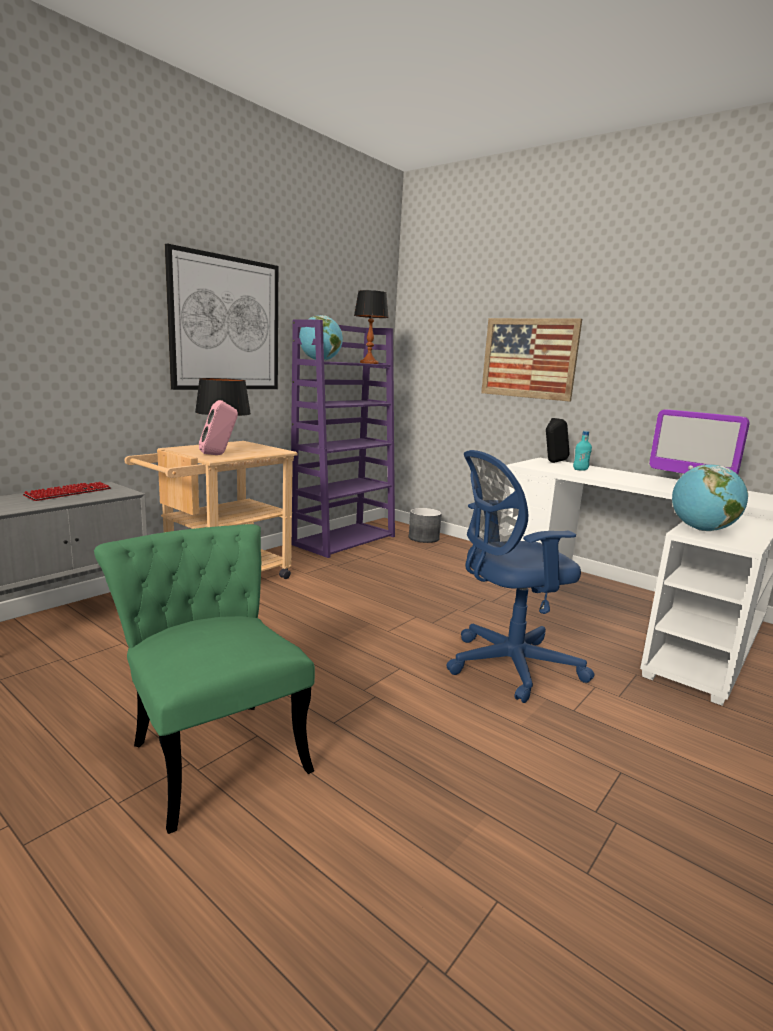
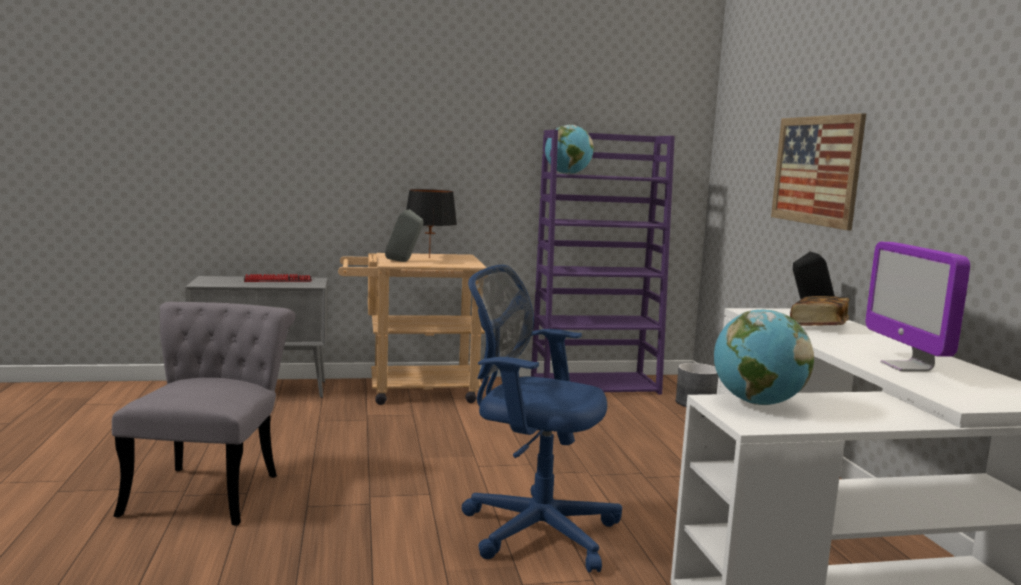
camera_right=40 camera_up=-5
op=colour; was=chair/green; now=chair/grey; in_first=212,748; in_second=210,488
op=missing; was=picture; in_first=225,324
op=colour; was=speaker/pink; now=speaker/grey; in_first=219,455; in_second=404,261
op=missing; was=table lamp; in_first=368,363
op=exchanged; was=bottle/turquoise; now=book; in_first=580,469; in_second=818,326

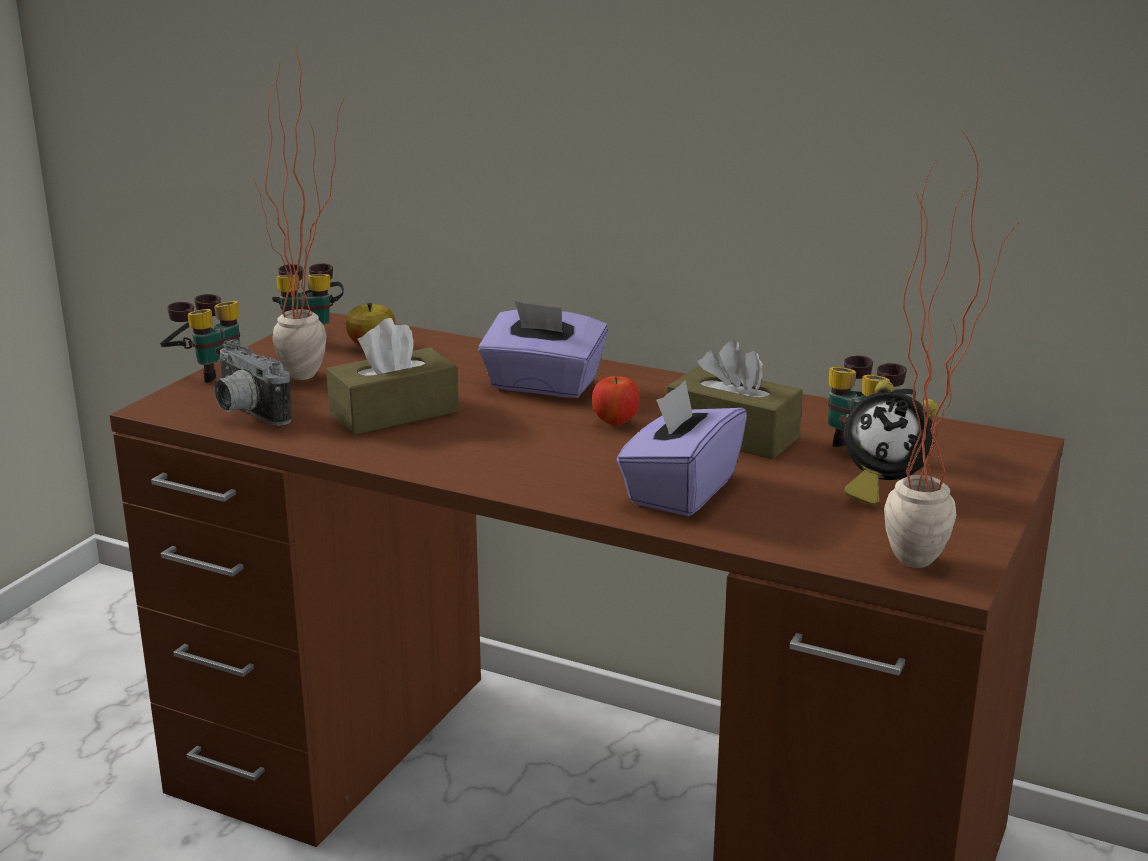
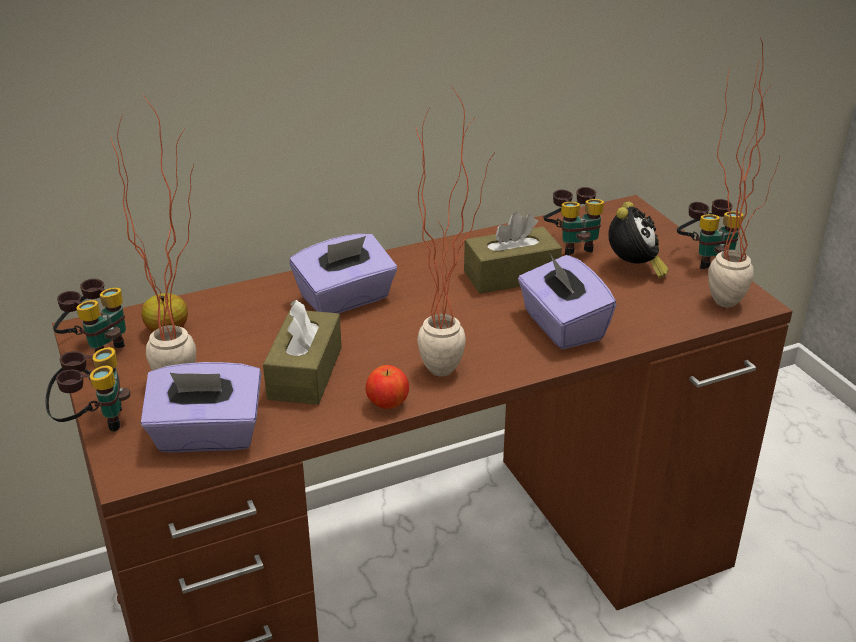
camera_right=-50 camera_up=10
op=exchanged; was=photo camera; now=tissue box/purple; in_first=245,413; in_second=207,436
op=relocated; was=apple; in_first=615,422; in_second=387,404
op=spun; was=alarm clock; in_first=880,488; in_second=633,269; clockwise=-45
op=appeared; now=potted plant; in_second=453,366
op=appeared; now=binoculars; in_second=706,258

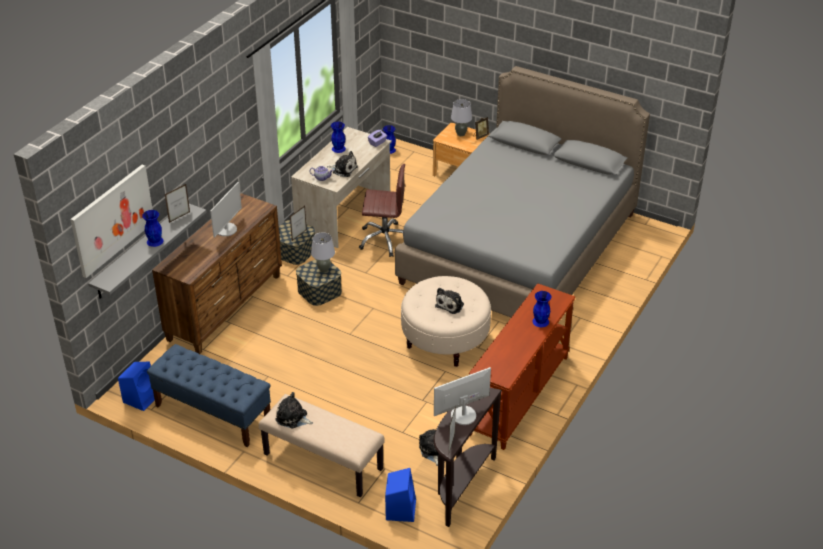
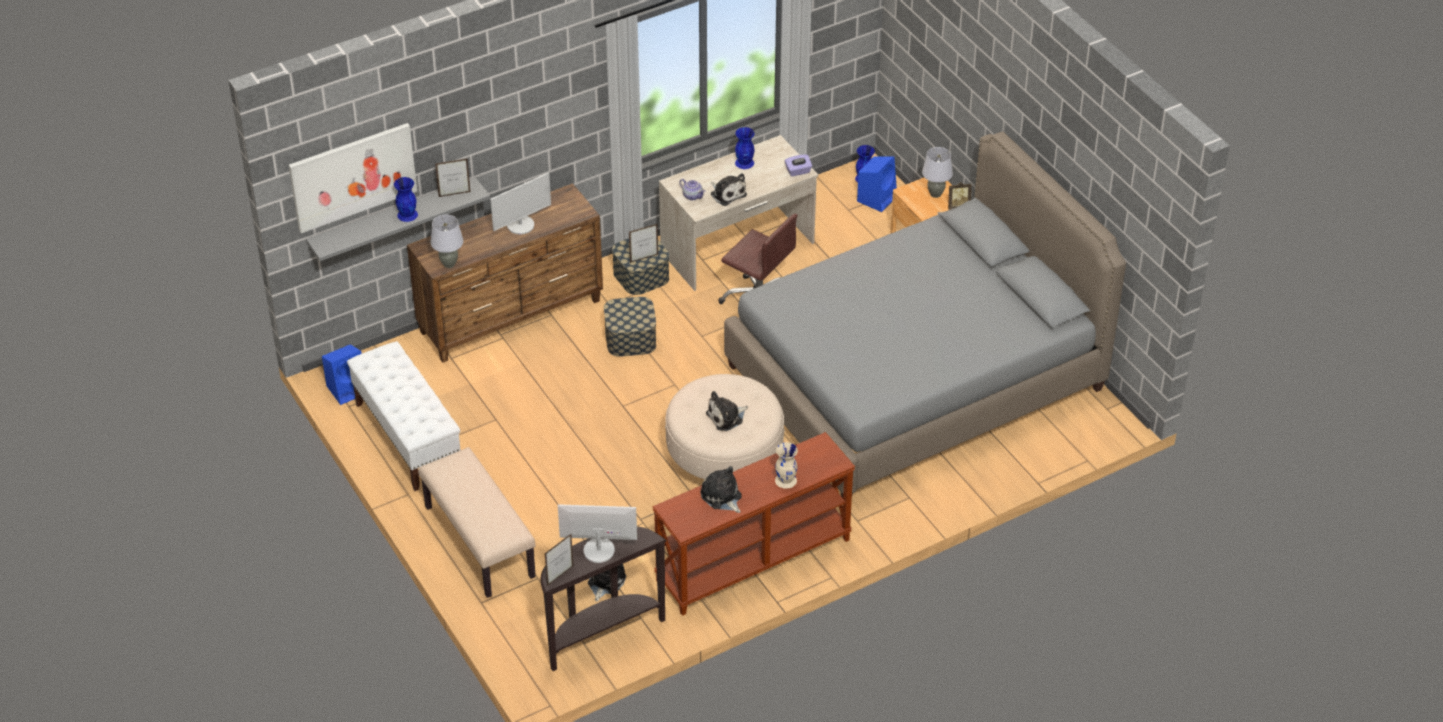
camera_right=30 camera_up=5
op=colour; was=bench/blue; now=bench/white; in_first=212,413; in_second=407,437
op=relocated; was=plush toy; in_first=293,418; in_second=722,497
op=relocated; was=table lamp/grey; in_first=323,270; in_second=449,264
op=relocated; was=speaker/blue; in_first=400,509; in_second=877,198
op=colour; was=vase/blue; now=vase/beige; in_first=541,321; in_second=786,480

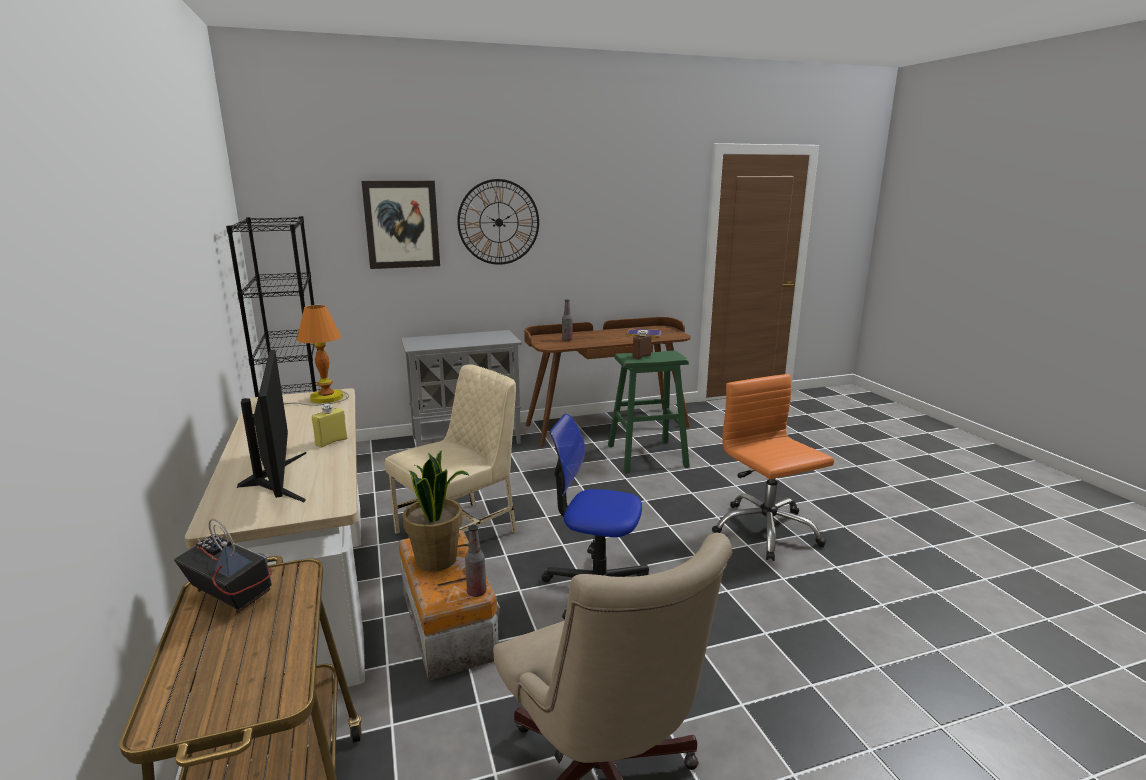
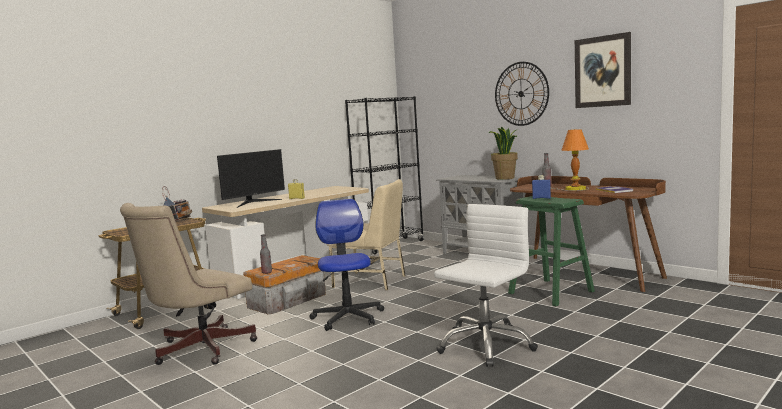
camera_right=65 camera_up=-10
op=relocated; was=table lamp; in_first=323,399; in_second=572,189
op=relocated; was=picture; in_first=402,224; in_second=602,71
op=relocated; was=potted plant; in_first=437,560; in_second=505,178
op=colour; was=bottle/brown; now=bottle/blue; in_first=641,356; in_second=541,198
op=colour; was=office chair/orange; now=office chair/white; in_first=765,530; in_second=485,345

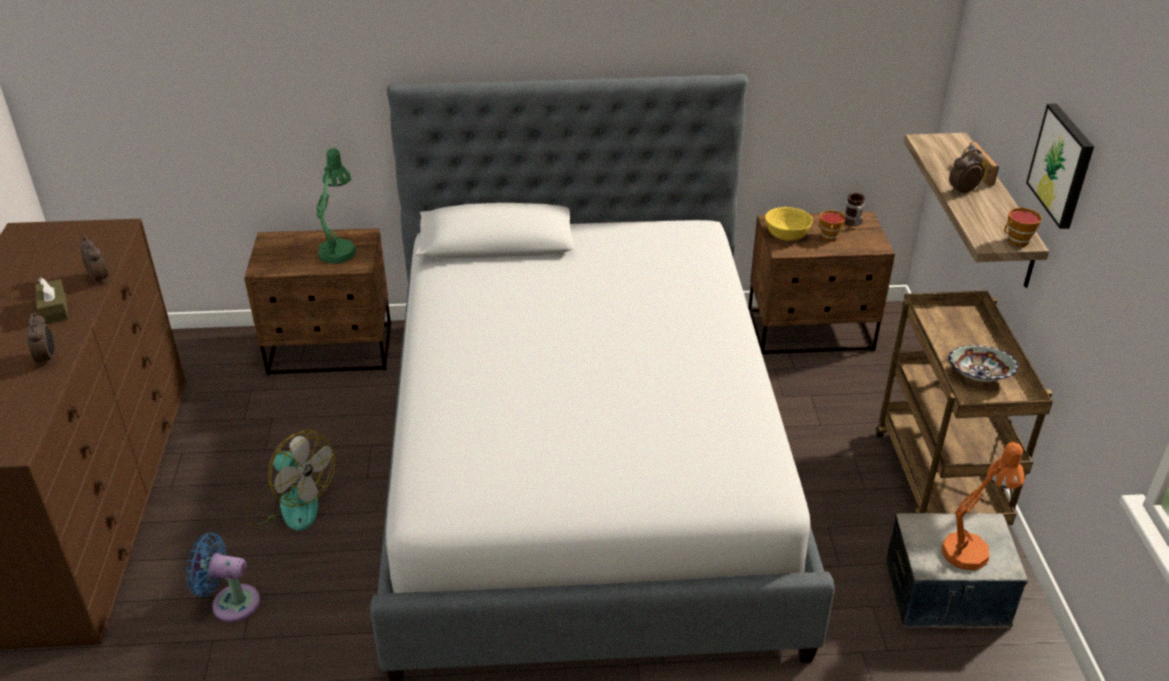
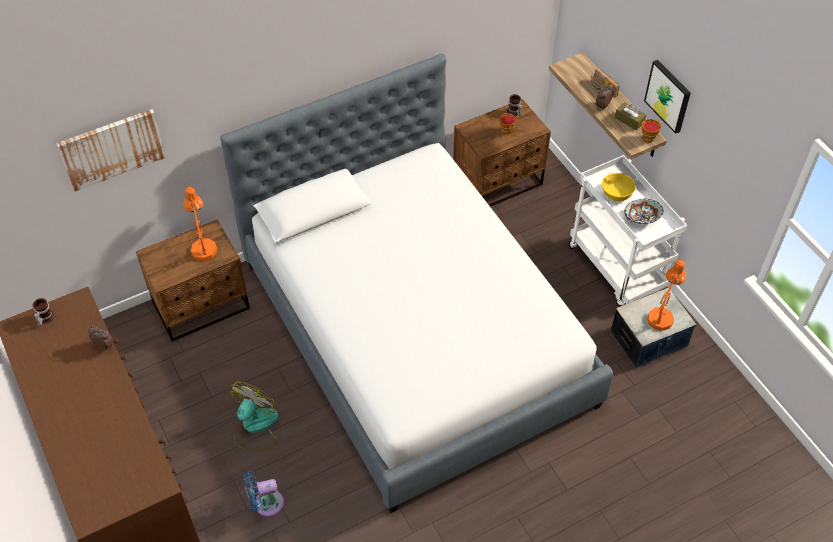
camera_right=-25 camera_up=15
op=missing; was=alarm clock; in_first=47,358
op=relocated; was=tissue box/brown; in_first=54,309; in_second=629,120
op=spun; was=fan; in_first=290,503; in_second=255,427; clockwise=-75
op=colour; was=table lamp/green; now=table lamp/orange; in_first=339,248; in_second=203,246
op=relocated; was=bowl/yellow; in_first=786,234; in_second=616,193
op=colour; was=cart/brown; now=cart/white; in_first=940,483; in_second=617,268
op=appeared; now=mug; in_second=44,318
op=appeared; now=picture; in_second=112,148

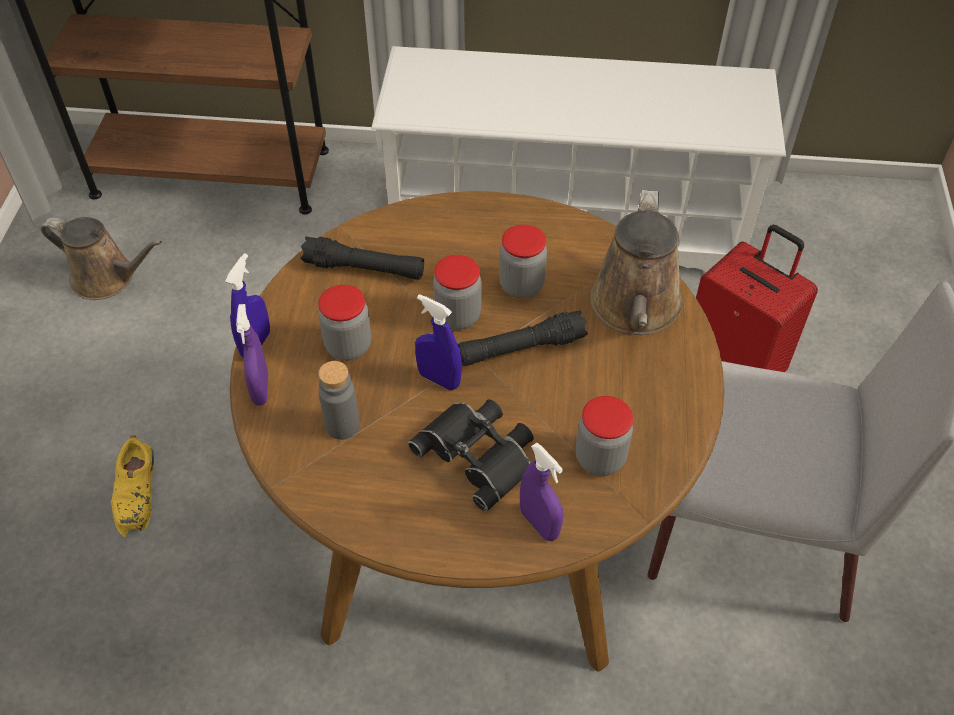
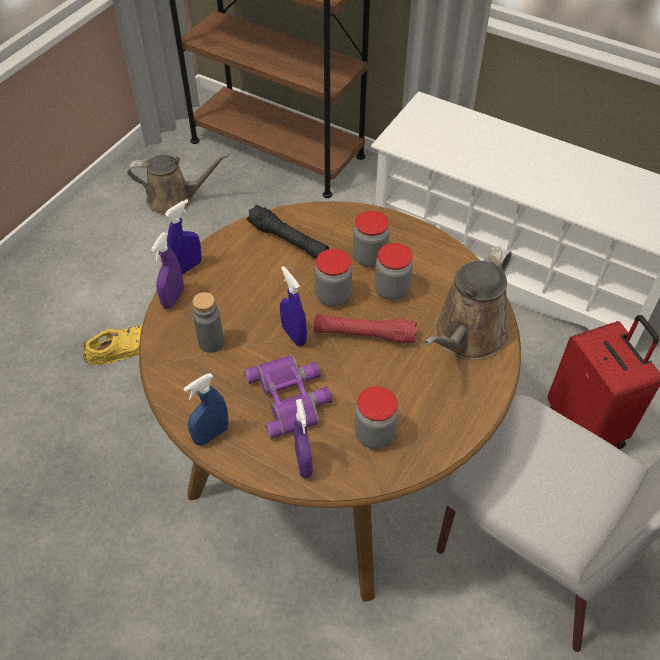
camera_right=25 camera_up=0
op=spun; was=watering can/brown; in_first=108,278; in_second=175,199; clockwise=-45
op=spun; was=shoe/yellow; in_first=136,492; in_second=121,348; clockwise=-135
op=relocated; was=jar; in_first=348,346; in_second=370,257
op=colour; was=binoculars/black; now=binoculars/purple; in_first=479,453; in_second=291,397
op=colour; was=flashlight/black; now=flashlight/red; in_first=521,348; in_second=364,335
op=appeared; now=spray bottle/blue; in_second=211,435

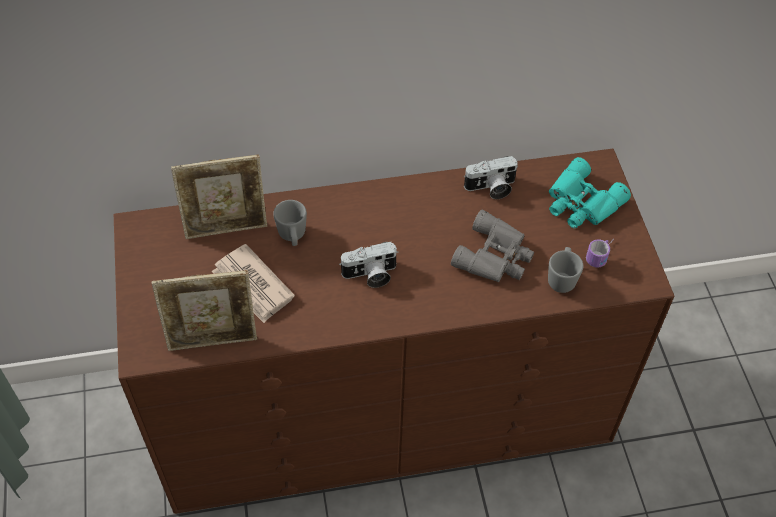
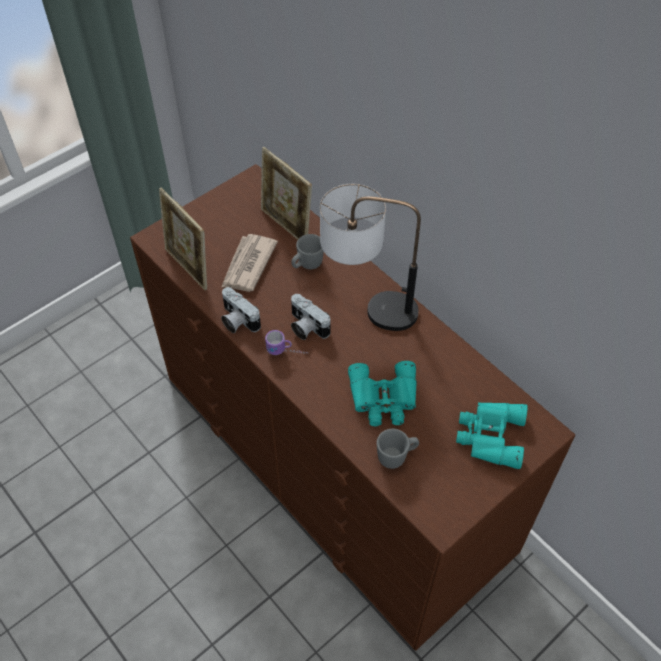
camera_right=60 camera_up=0
op=colour; was=binoculars/grey; now=binoculars/turquoise; in_first=495,256; in_second=384,399
op=relocated; was=photo camera; in_first=491,188; in_second=237,320
op=relocated; was=mug; in_first=601,255; in_second=287,352
op=appeared; now=table lamp; in_second=367,308

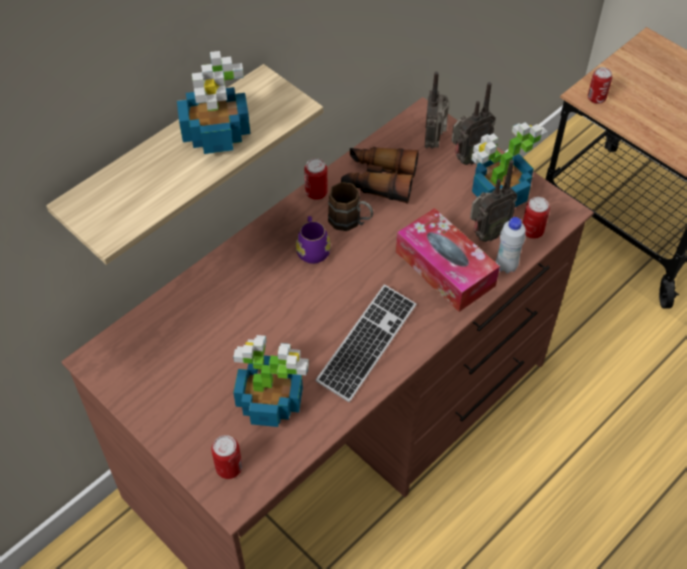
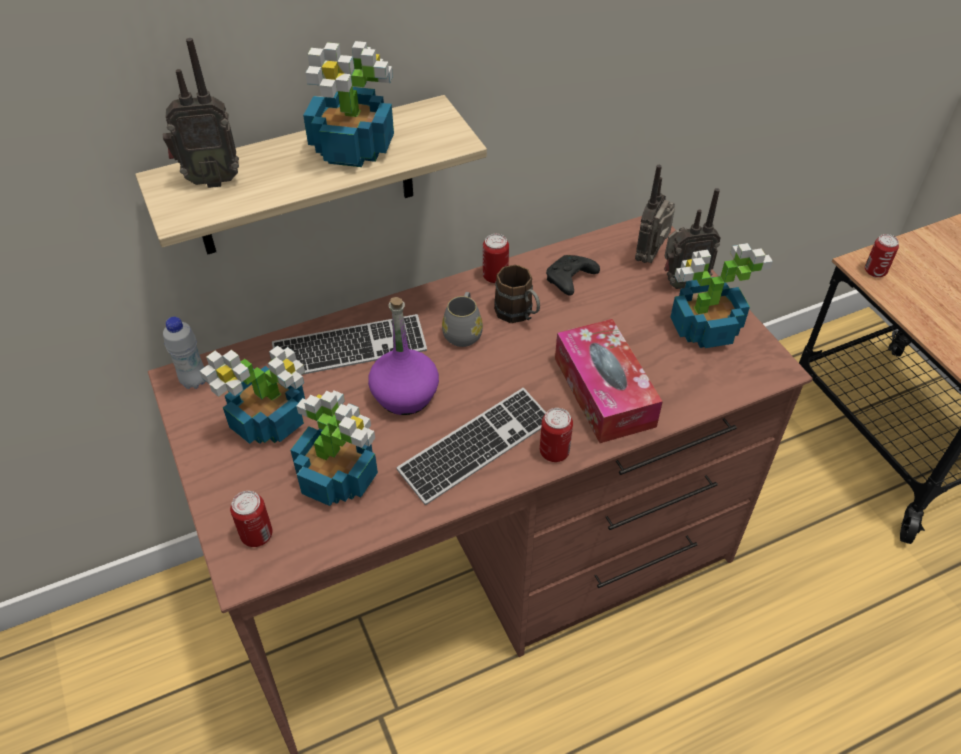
camera_right=20 camera_up=-5
op=colour; was=mug/purple; now=mug/grey; in_first=312,249; in_second=463,332
op=exchanged; was=binoculars; now=game controller/black; in_first=378,180; in_second=569,281
op=relocated; was=radio; in_first=486,234; in_second=211,179
op=relocated; was=bottle/white; in_first=506,266; in_second=194,381
op=relocated; was=can; in_first=532,231; in_second=554,452
op=appeared; now=potted plant; in_second=271,420
op=appeared; now=keyboard; in_second=350,349
op=appeared; now=bottle/purple; in_second=405,395

